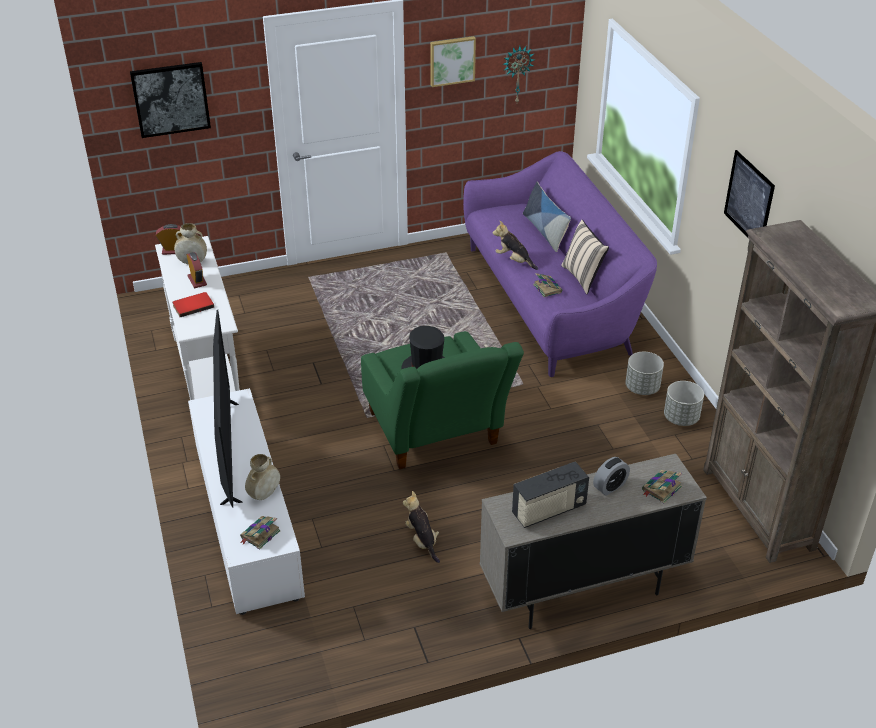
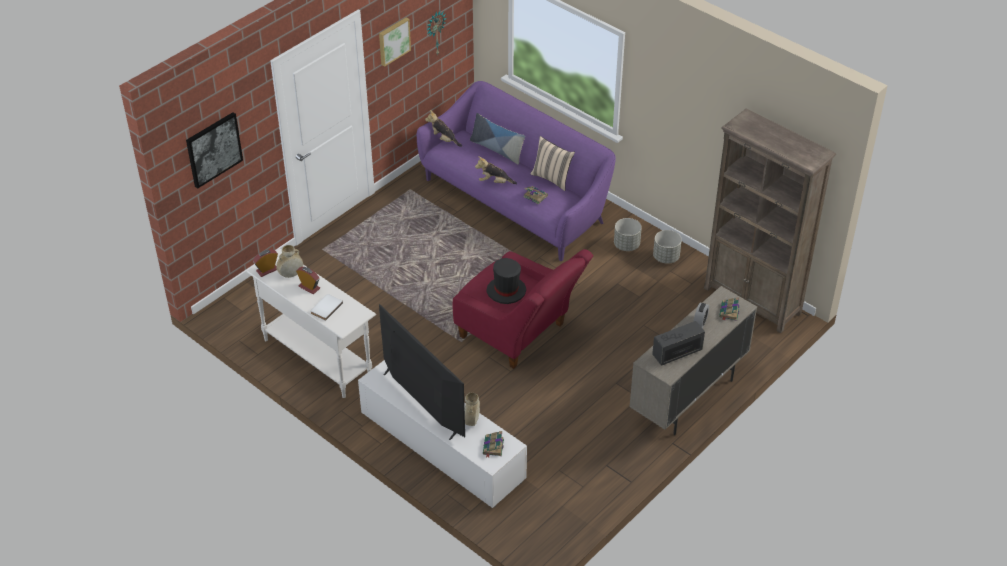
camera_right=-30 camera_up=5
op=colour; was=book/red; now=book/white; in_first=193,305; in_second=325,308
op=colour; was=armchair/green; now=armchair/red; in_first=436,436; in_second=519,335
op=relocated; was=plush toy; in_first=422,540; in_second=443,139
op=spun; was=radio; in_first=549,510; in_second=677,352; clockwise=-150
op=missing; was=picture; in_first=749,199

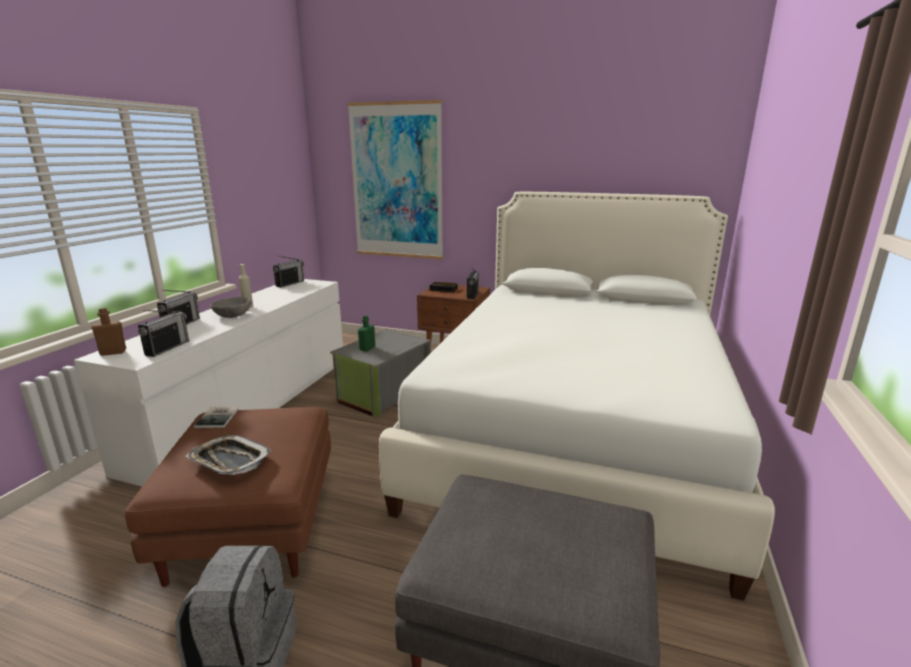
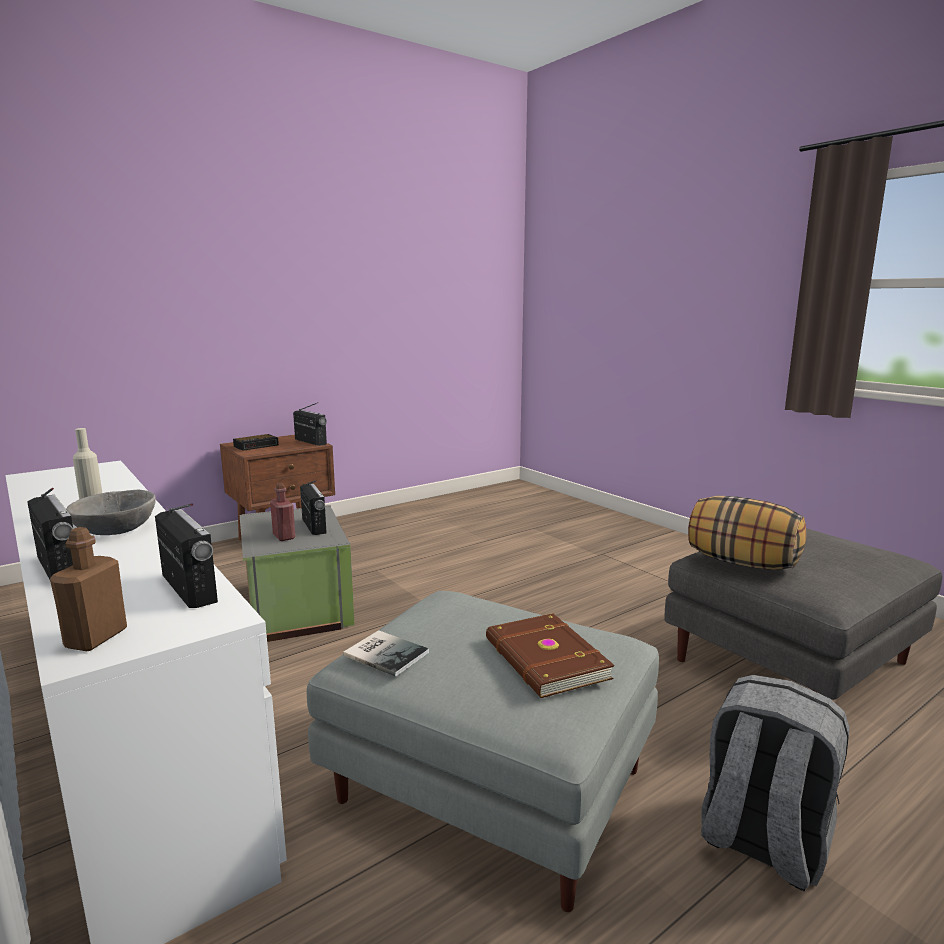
camera_right=-55 camera_up=-5
op=colour; was=ottoman/brown; now=ottoman/grey; in_first=253,521; in_second=486,785
op=exchanged; was=tray; now=book/brown; in_first=229,460; in_second=544,660
op=relocated; was=radio; in_first=290,283; in_second=314,526
op=missing; was=picture; in_first=397,182
op=colour; was=bottle/green; now=bottle/red; in_first=367,348; in_second=284,536
op=missing; was=bed/white; in_first=576,430
op=appeared; now=pillow; in_second=741,563

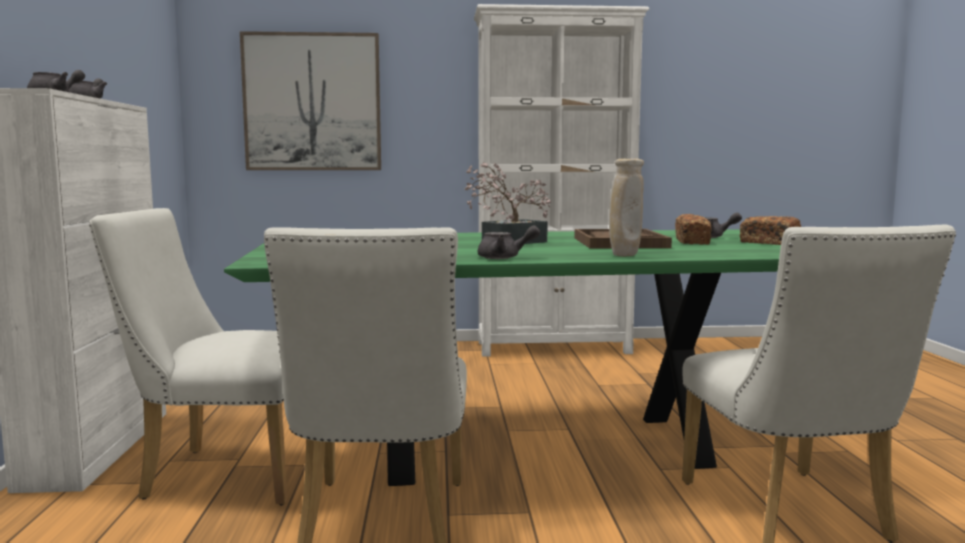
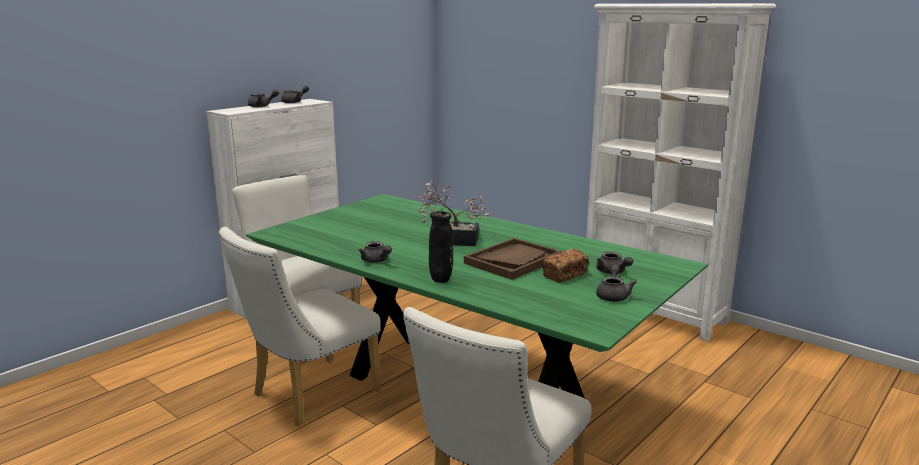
camera_right=45 camera_up=10
op=missing; was=picture; in_first=312,102
op=colour; was=vase/beige; now=vase/black; in_first=624,256; in_second=441,281
op=exchanged; was=bread; now=teapot/grey; in_first=769,243; in_second=613,295

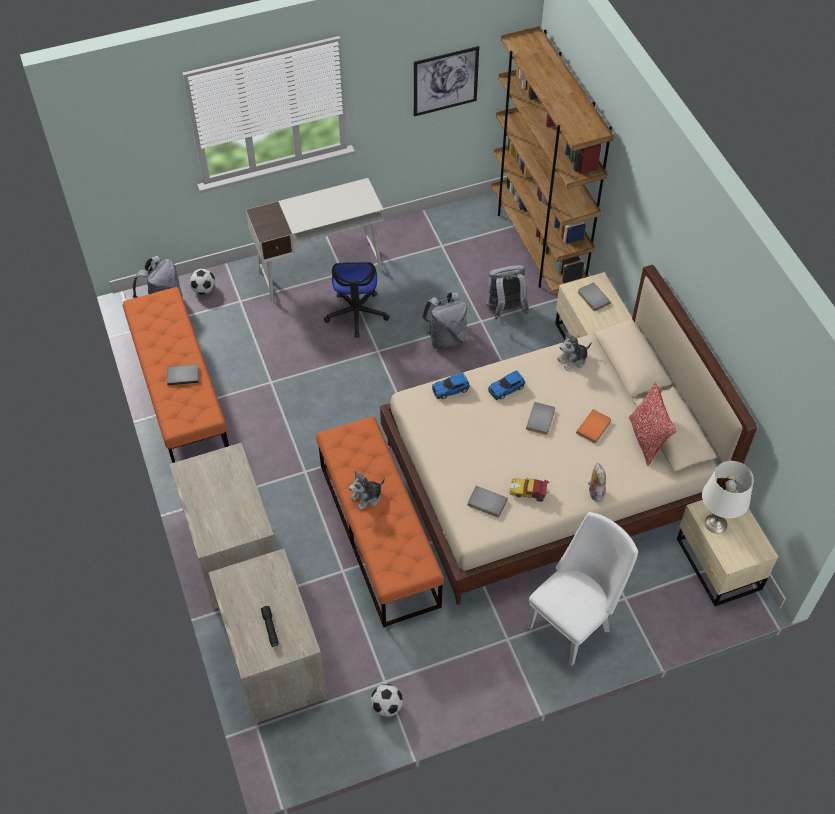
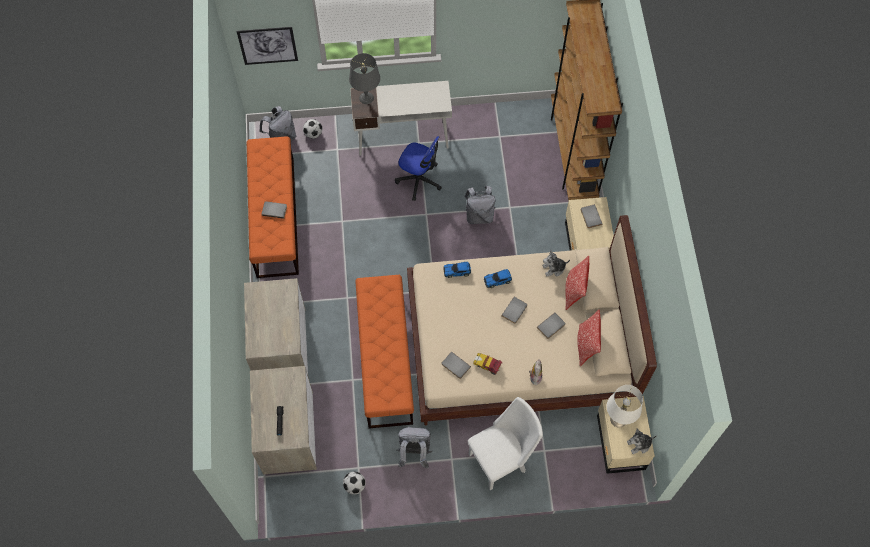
camera_right=15 camera_up=10
op=spun; was=office chair; in_first=356,314; in_second=419,179; clockwise=-75
op=relocated; was=plush toy; in_first=367,497; in_second=639,444
op=relocated; was=picture; in_first=445,81; in_second=268,45
op=relocated; was=backpack/grey; in_first=505,310; in_second=414,453
op=colour; was=book/orange; now=book/grey; in_first=594,427; in_second=551,327
op=appeared; now=table lamp/grey; in_second=366,98
op=appeared; now=pillow; in_second=574,291

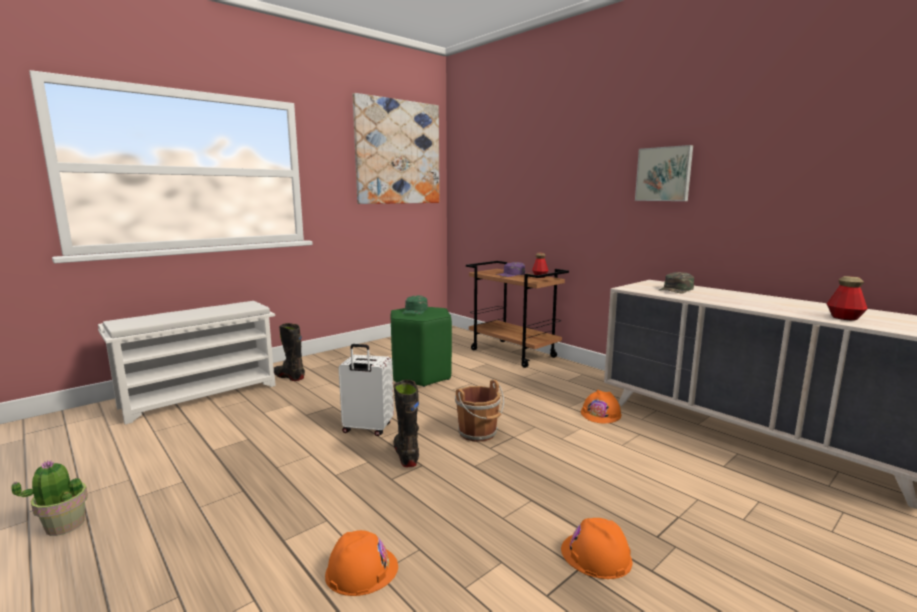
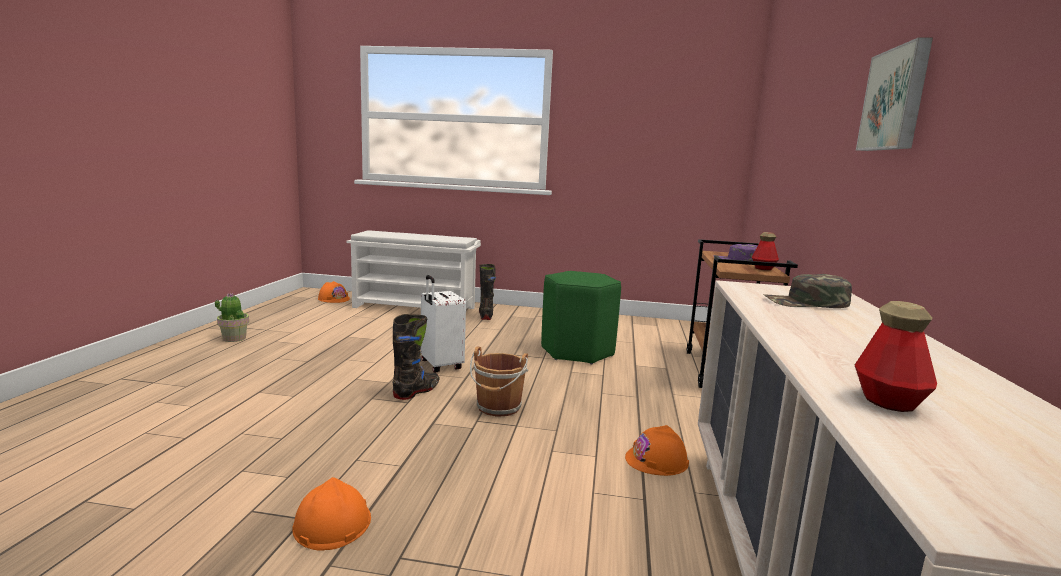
camera_right=50 camera_up=0
op=relocated; was=hard hat/orange; in_first=361,570; in_second=334,299
op=missing; was=picture; in_first=398,152
op=missing; was=cap/green; in_first=415,310

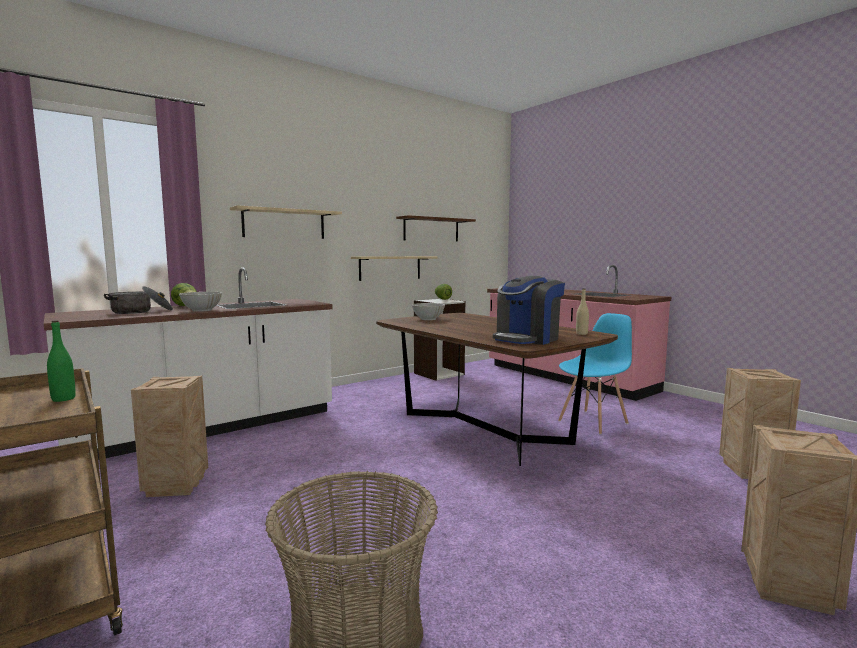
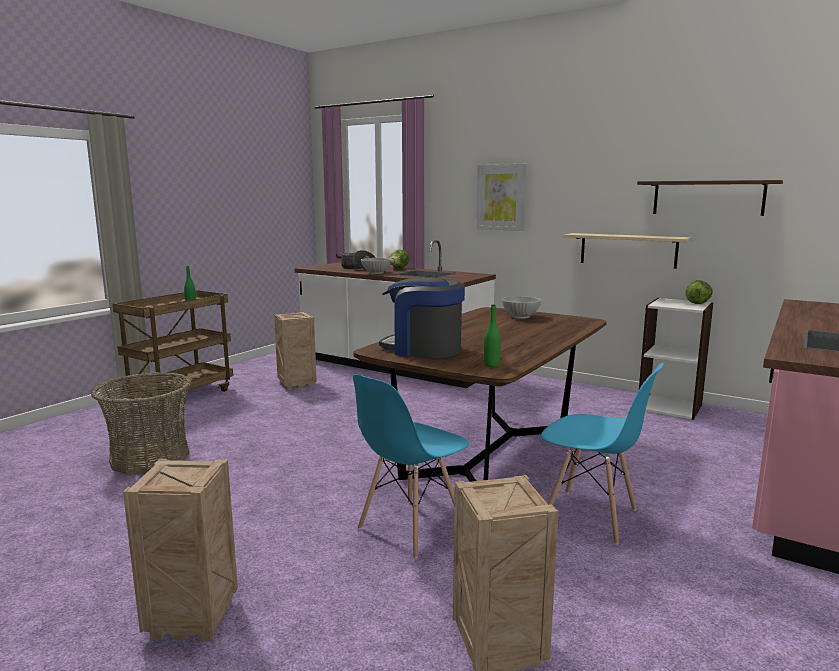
camera_right=70 camera_up=5
op=exchanged; was=shelf/beige; now=picture; in_first=284,224; in_second=501,197
op=colour; was=bottle/beige; now=bottle/green; in_first=581,333; in_second=491,365
op=appeared; now=chair/blue; in_second=410,527

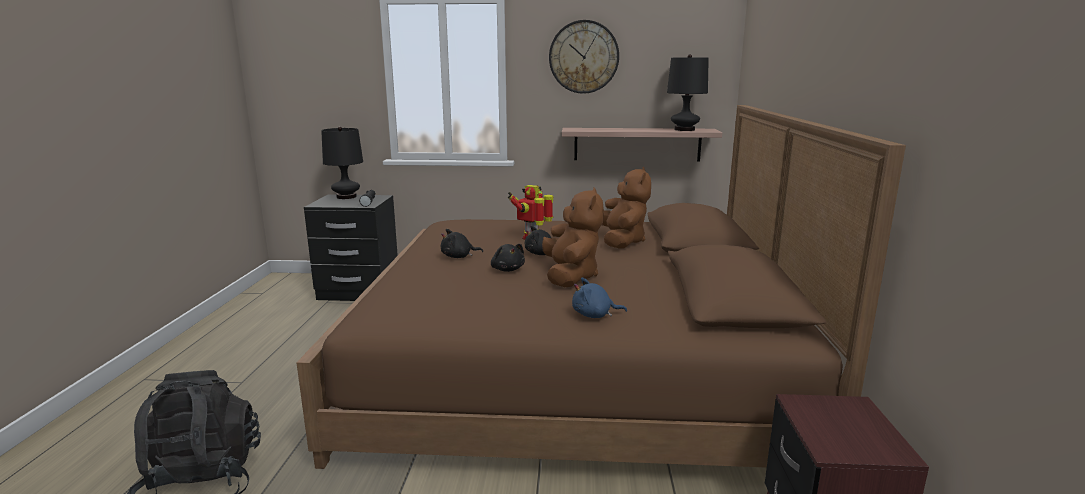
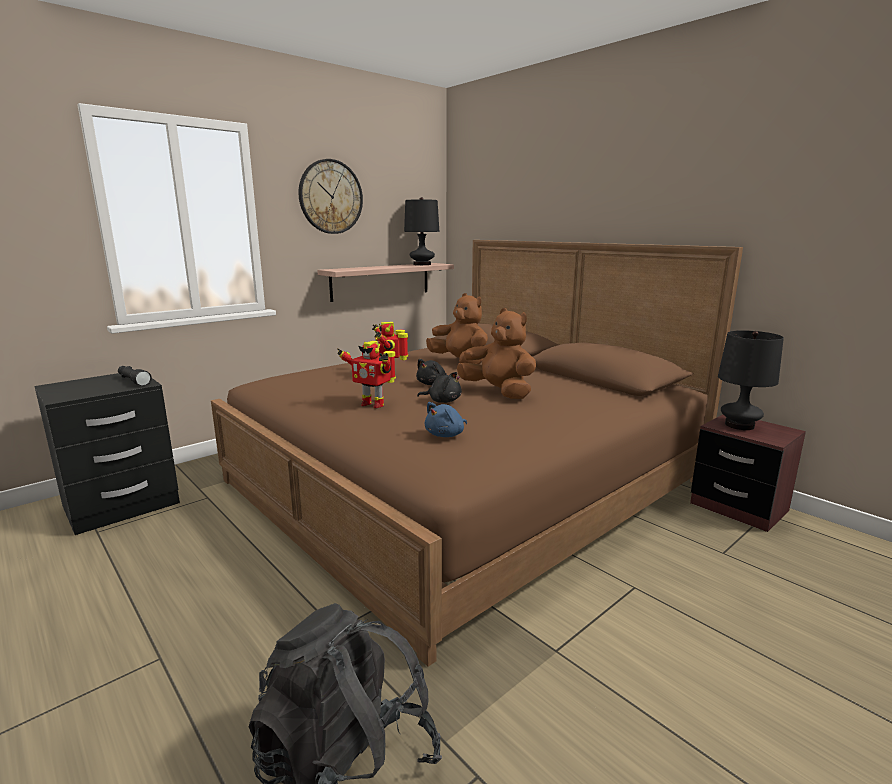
camera_right=-45 camera_up=0
op=relocated; was=table lamp/black; in_first=346,197; in_second=739,425
op=exchanged; was=plush toy/black; now=toy robot; in_first=458,257; in_second=373,404
op=relocated; was=plush toy/blue; in_first=594,315; in_second=446,435

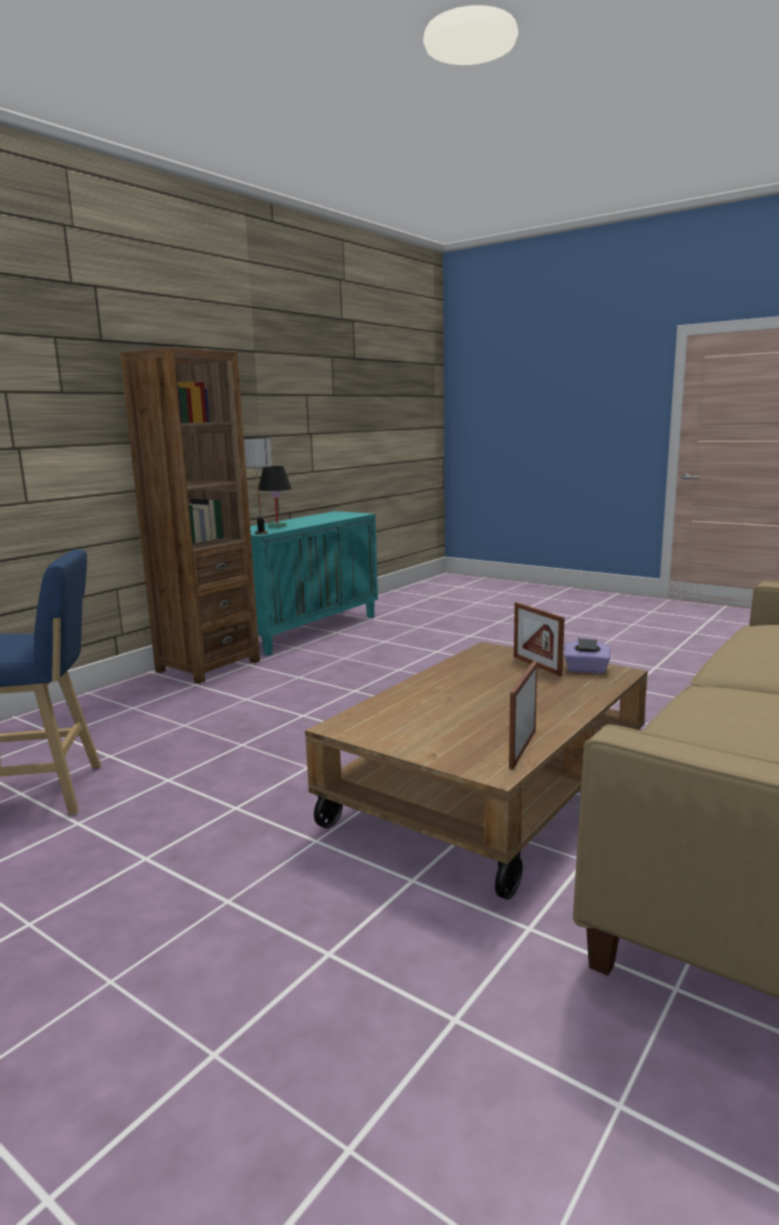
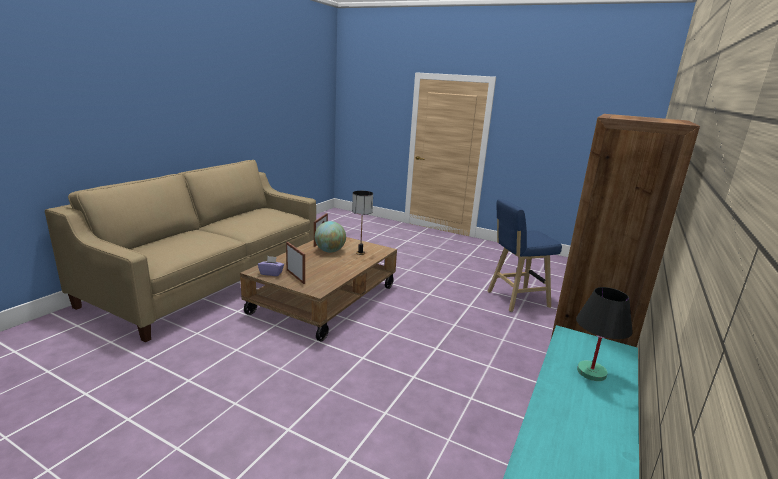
camera_right=170 camera_up=5
op=relocated; was=table lamp; in_first=261,533; in_second=360,253
op=appeared; now=globe; in_second=330,251

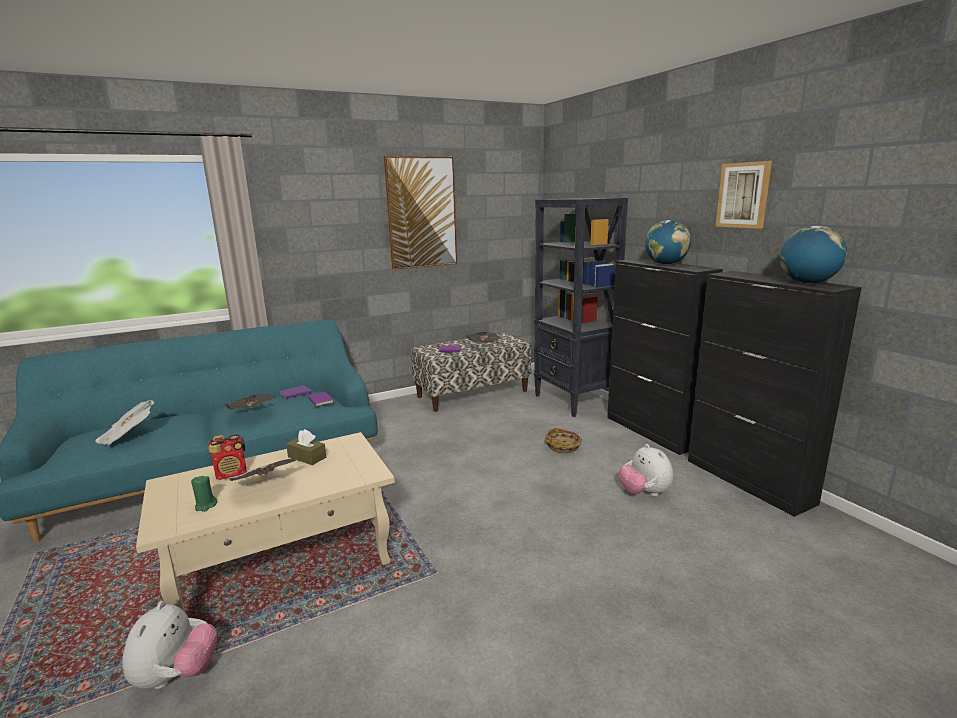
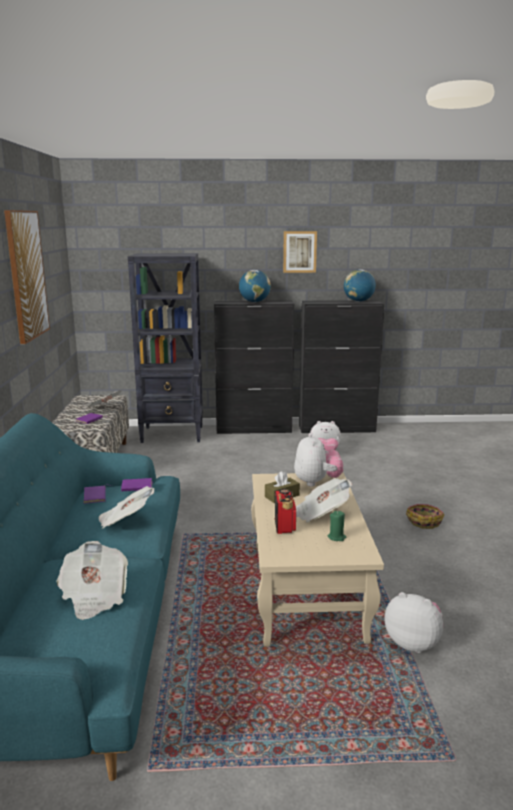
camera_right=-65 camera_up=0
op=relocated; was=basket; in_first=563,446; in_second=424,521
op=appeared; now=plush toy; in_second=317,482

